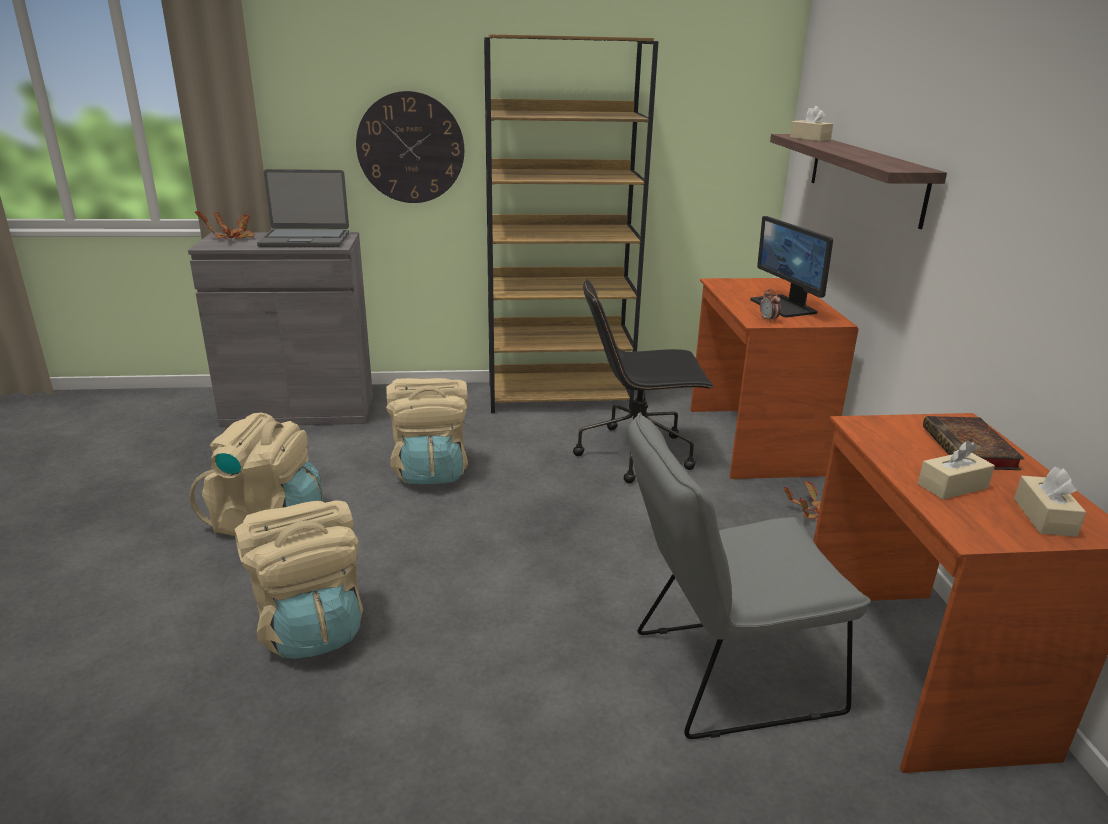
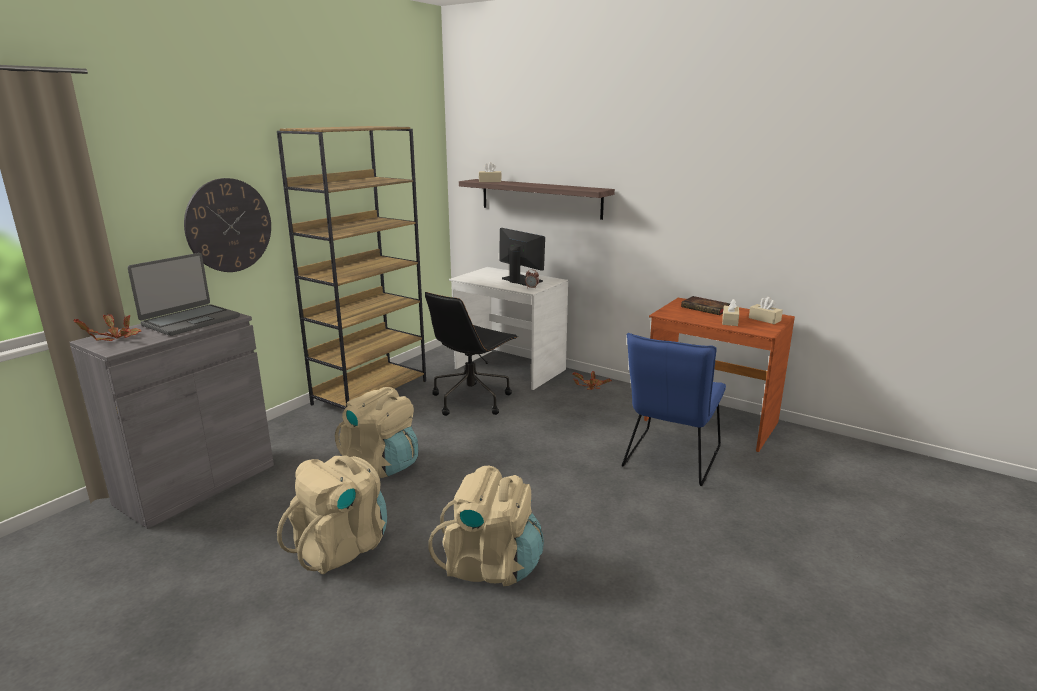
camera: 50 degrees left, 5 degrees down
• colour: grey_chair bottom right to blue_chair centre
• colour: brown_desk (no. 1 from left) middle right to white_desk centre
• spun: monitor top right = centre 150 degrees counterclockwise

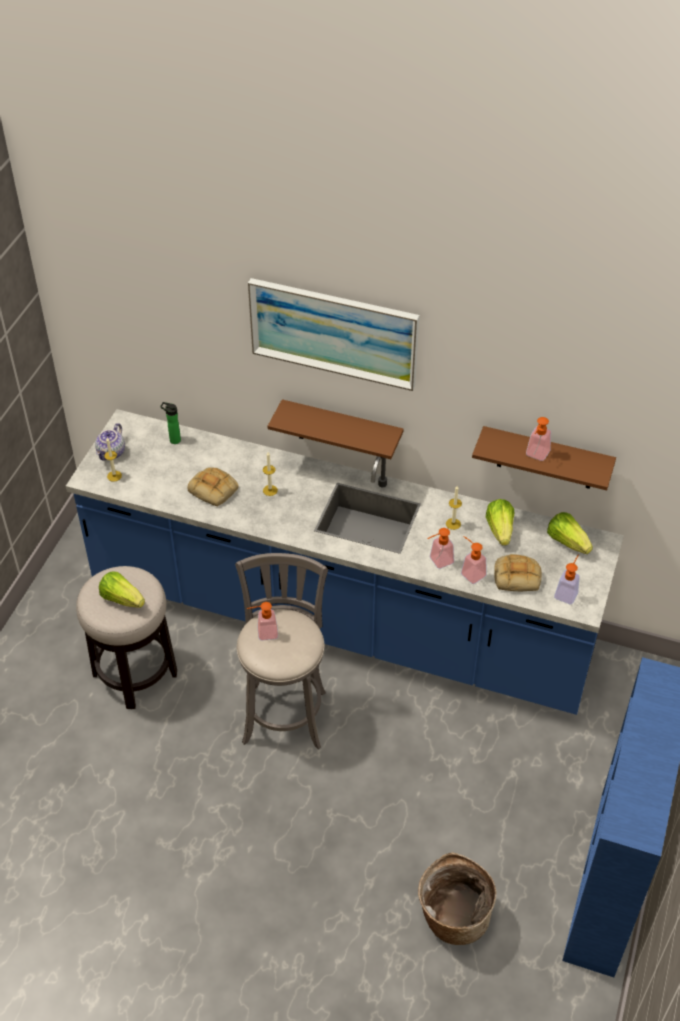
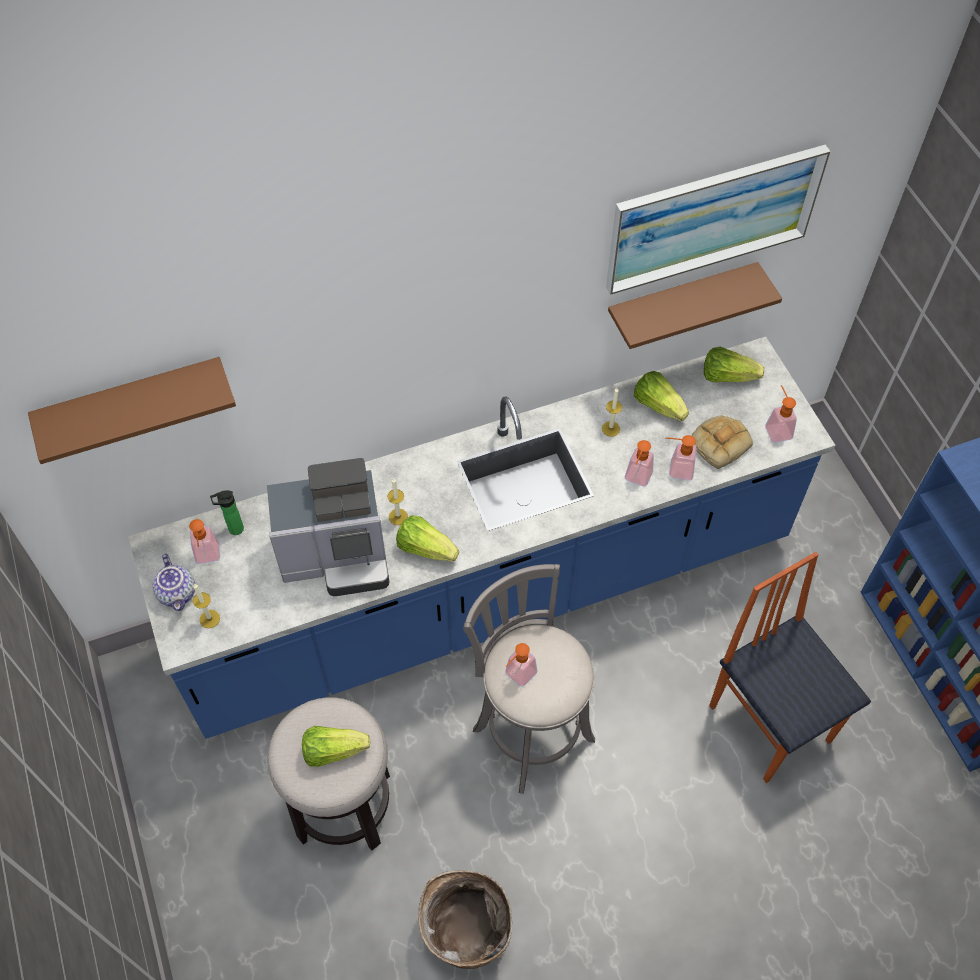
camera: 40 degrees left, 10 degrees up
• appeared: lettuce (no. 2 from left) centre
• appeared: chair bottom right
• relocated: picture top centre to top right
• relocated: brown_shelf (no. 1 from left) centre to middle left
• relocated: basket bottom right to bottom centre
• relocated: soap_dispenser (no. 4 from left in the first image) middle right to soap_dispenser (no. 1 from left) middle left
• exchanged: bread (no. 1 from left) middle left to coffee_machine centre

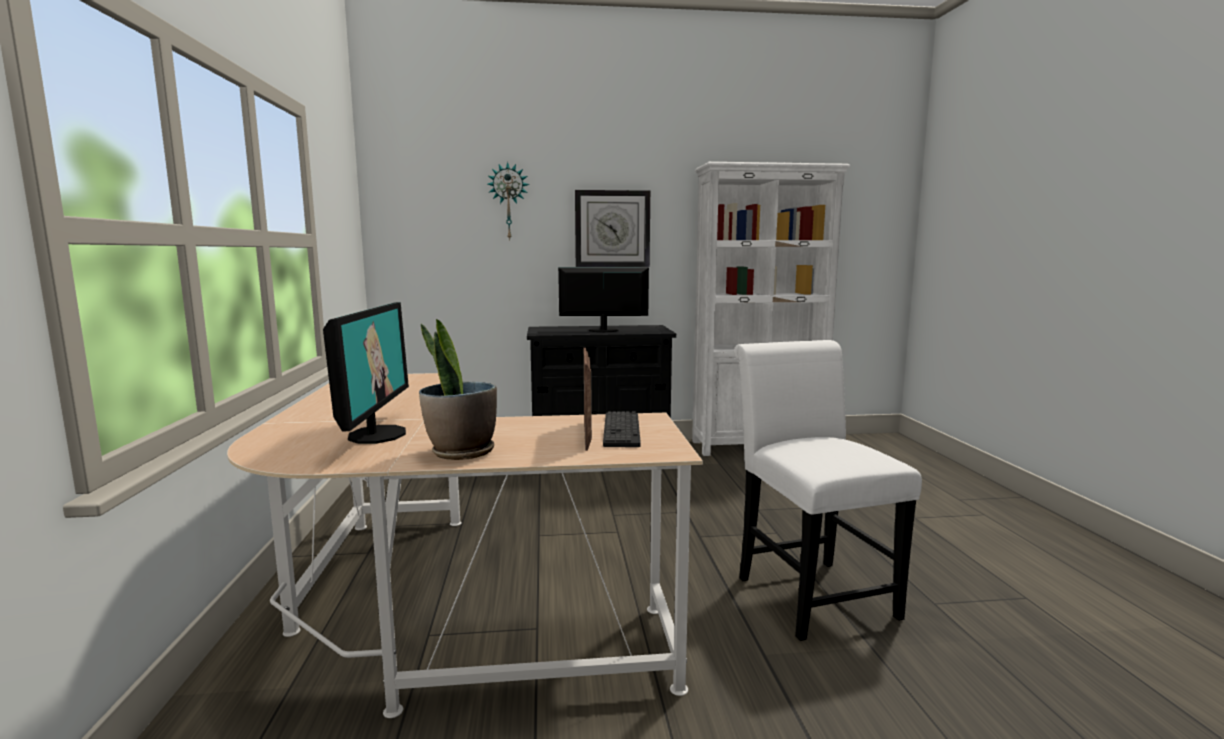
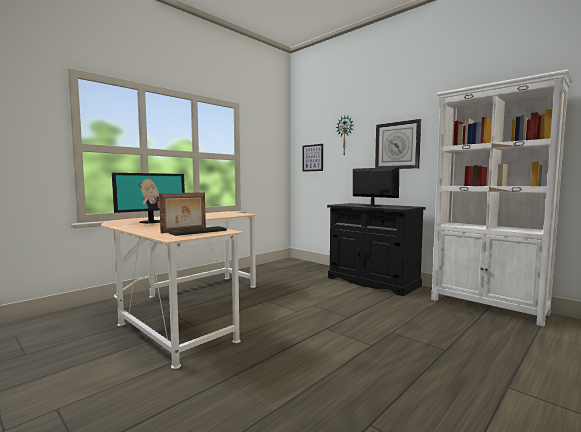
camera: 50 degrees right, 5 degrees down
• missing: potted_plant centre
• missing: white_chair middle right
• appeared: picture centre

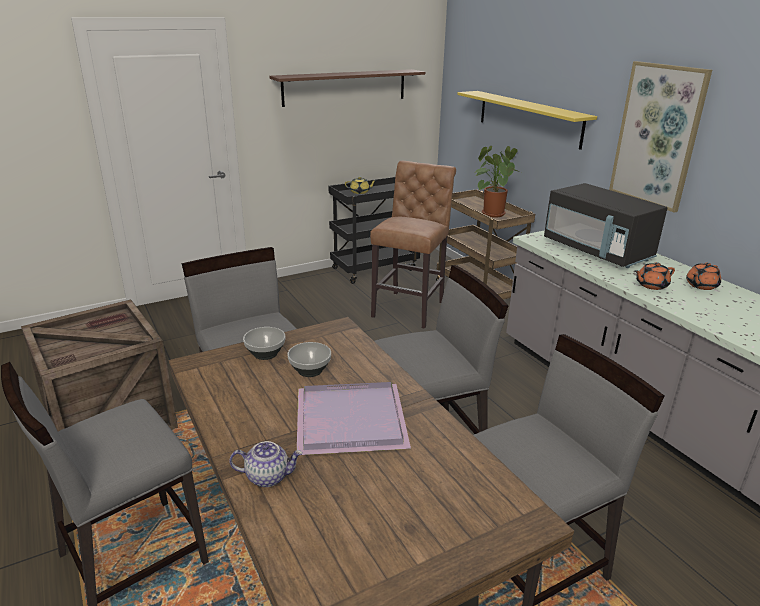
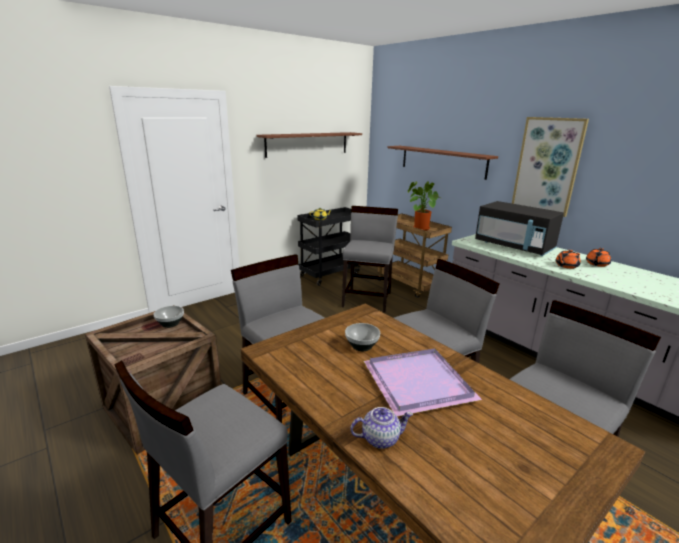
camera: 10 degrees left, 5 degrees down
• relocated: bowl (no. 1 from left) centre to middle left
• exchanged: brown_stool centre to grey_chair (no. 3 from left) centre
• colour: yellow_shelf top right to brown_shelf (no. 2 from left) top centre

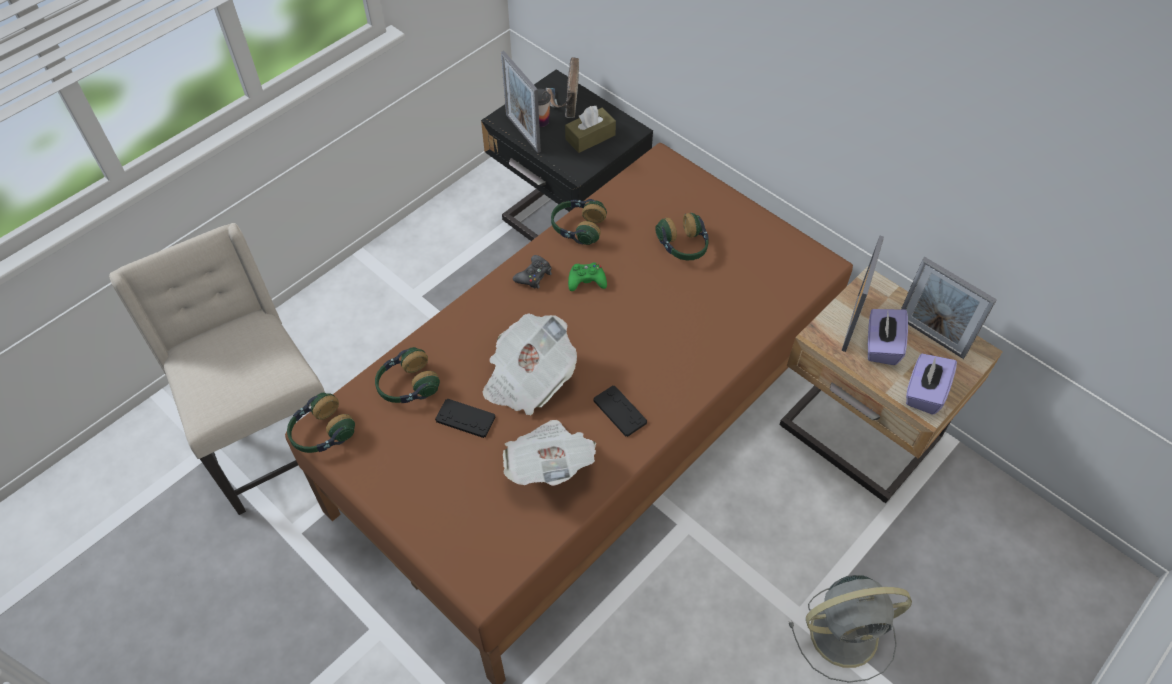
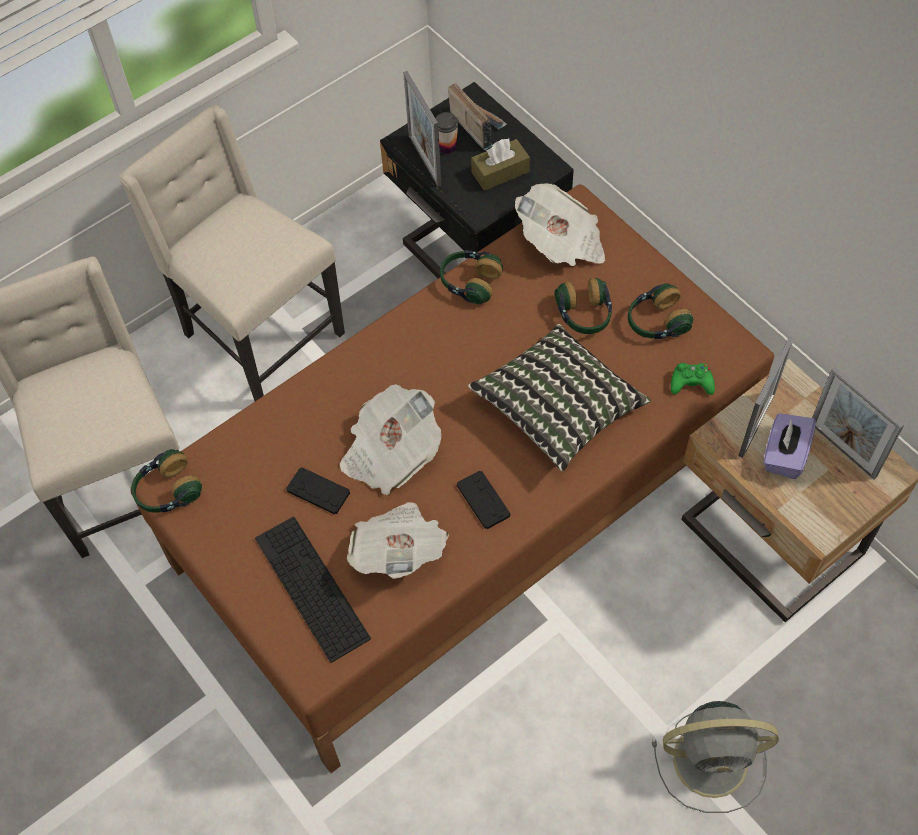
camera: 10 degrees right, 5 degrees up
• missing: black_game_controller (no. 2 from left) centre
• missing: purple_tissue_box (no. 2 from left) middle right
• appeared: beige_chair (no. 2 from left) top left
• appeared: keyboard bottom centre
• appeared: pillow centre
• appeared: newspaper (no. 3 from left) top centre
• relocated: headphones (no. 2 from left in the first image) centre to headphones (no. 4 from left) middle right
• relocated: green_game_controller centre to middle right
• spun: radio top centre = top centre 135 degrees clockwise

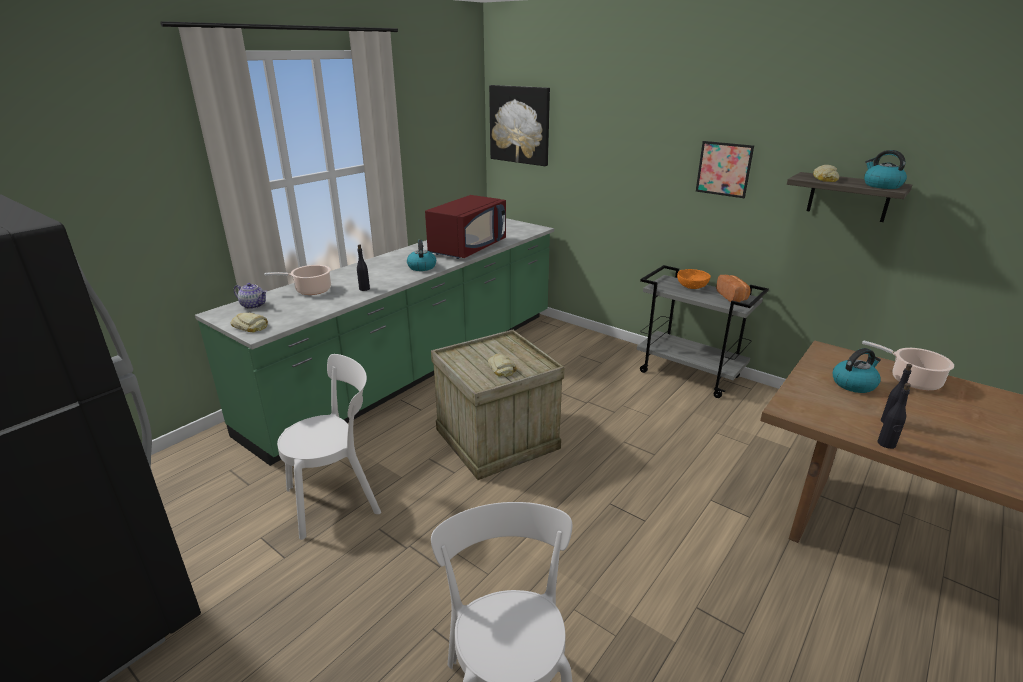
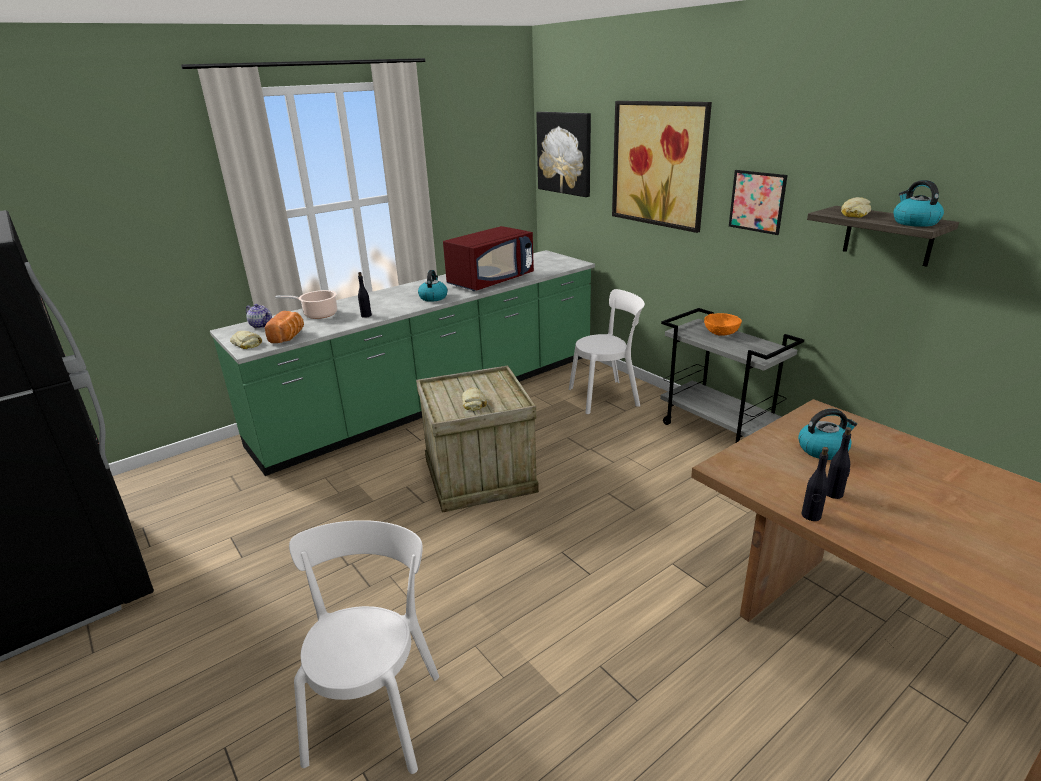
camera: 15 degrees right, 0 degrees up
• missing: cooking_pot (no. 2 from left) middle right
• appeared: picture (no. 2 from left) top centre
• relocated: white_chair (no. 1 from left in the first image) middle left to white_chair (no. 2 from left) centre
• relocated: bread (no. 3 from left in the first image) middle right to bread (no. 2 from left) middle left

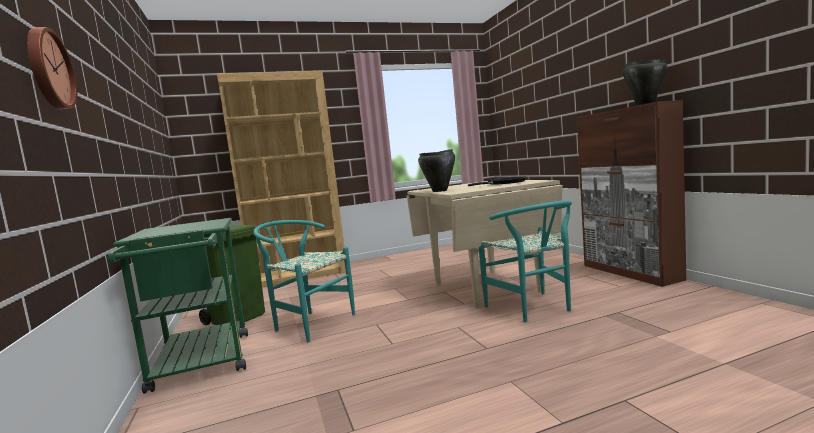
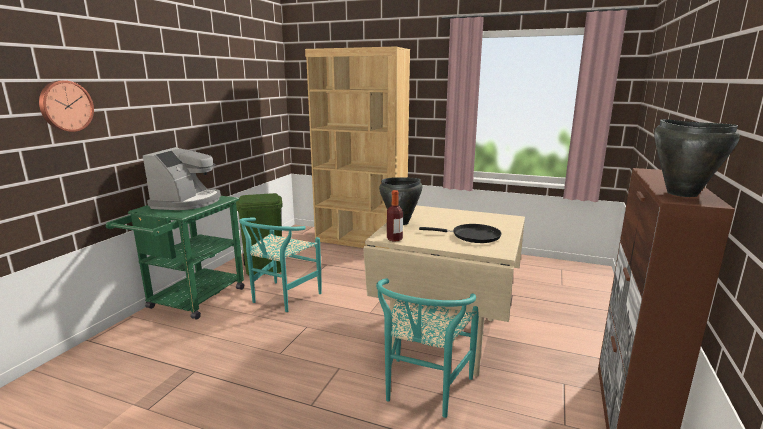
camera: 40 degrees right, 10 degrees up
• appeared: coffee_machine middle left
• appeared: bottle centre
• spun: turquoise_chair (no. 1 from left) centre = centre 135 degrees counterclockwise

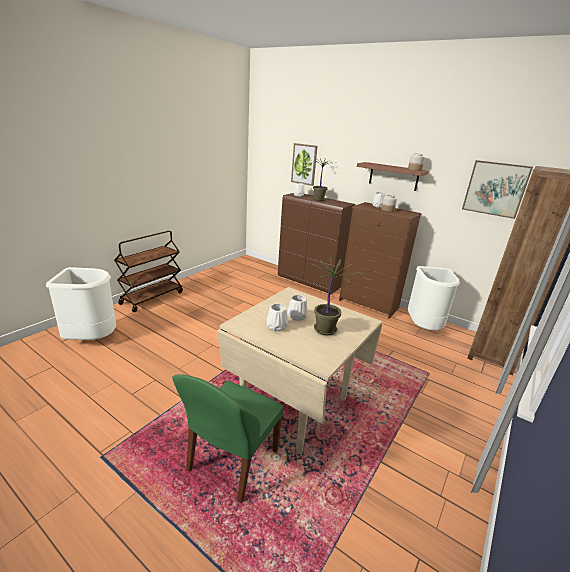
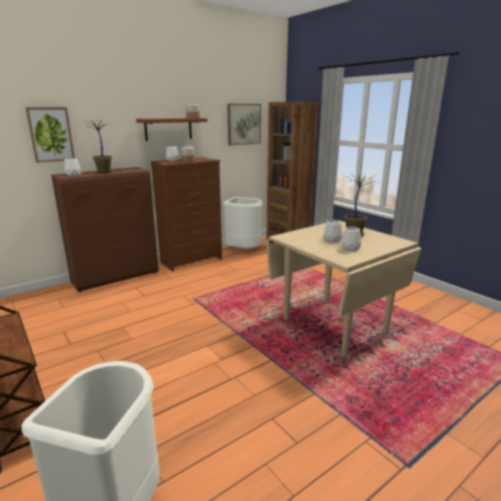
camera: 70 degrees left, 5 degrees down
• missing: green_chair bottom centre

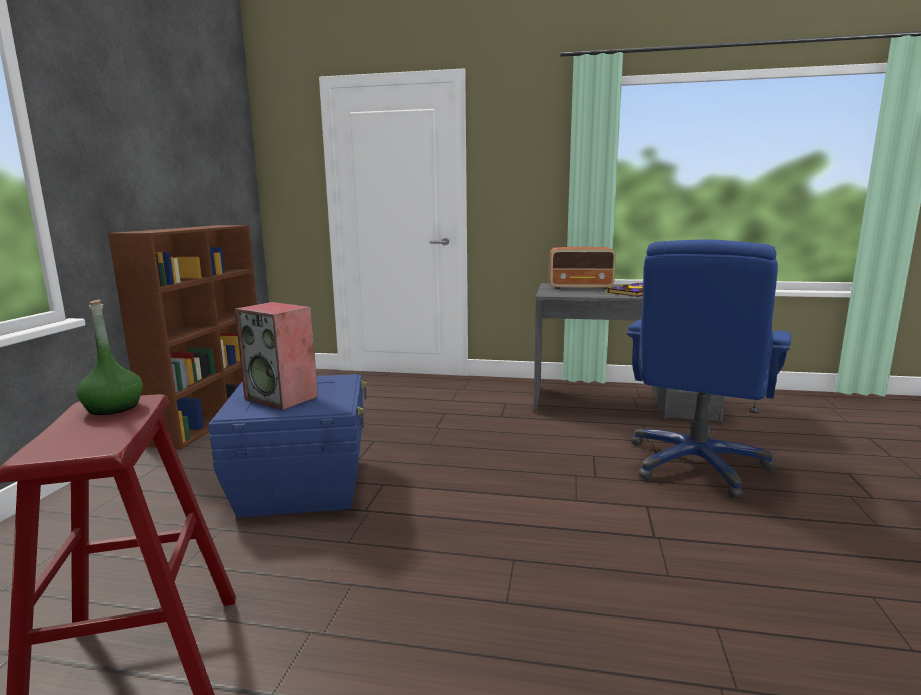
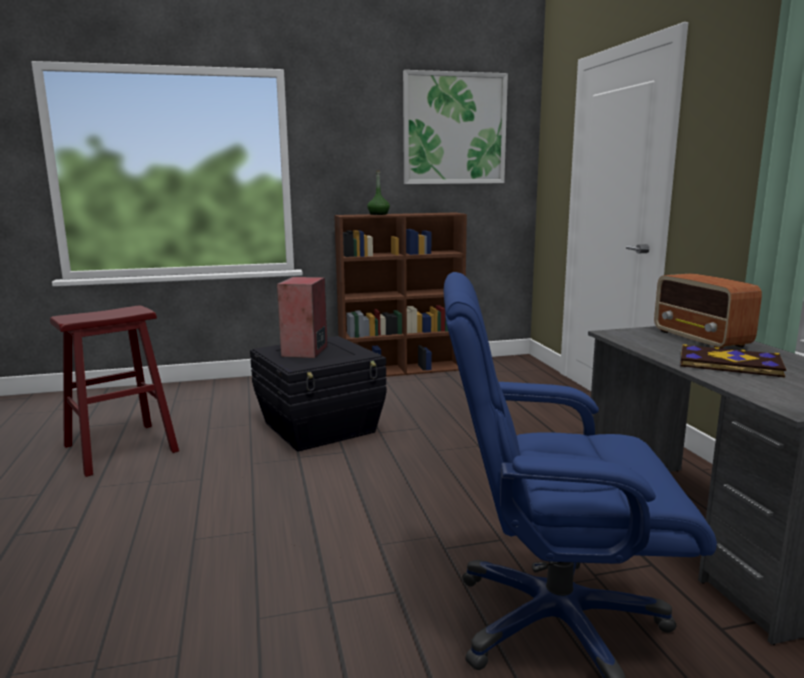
camera: 65 degrees right, 0 degrees up
• appeared: picture top centre
• relocated: green_bottle middle left to top centre
• colour: blue_storage_box middle left to black_storage_box centre

